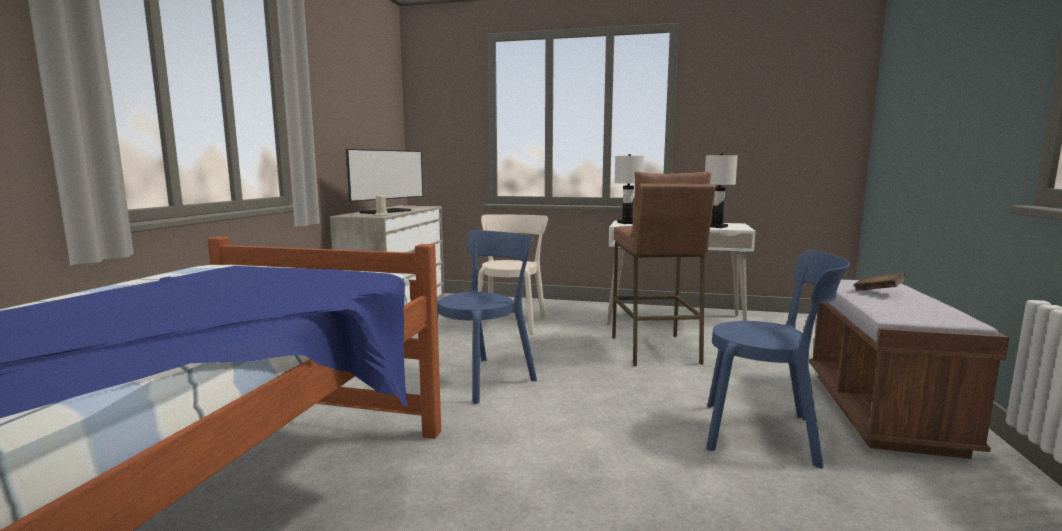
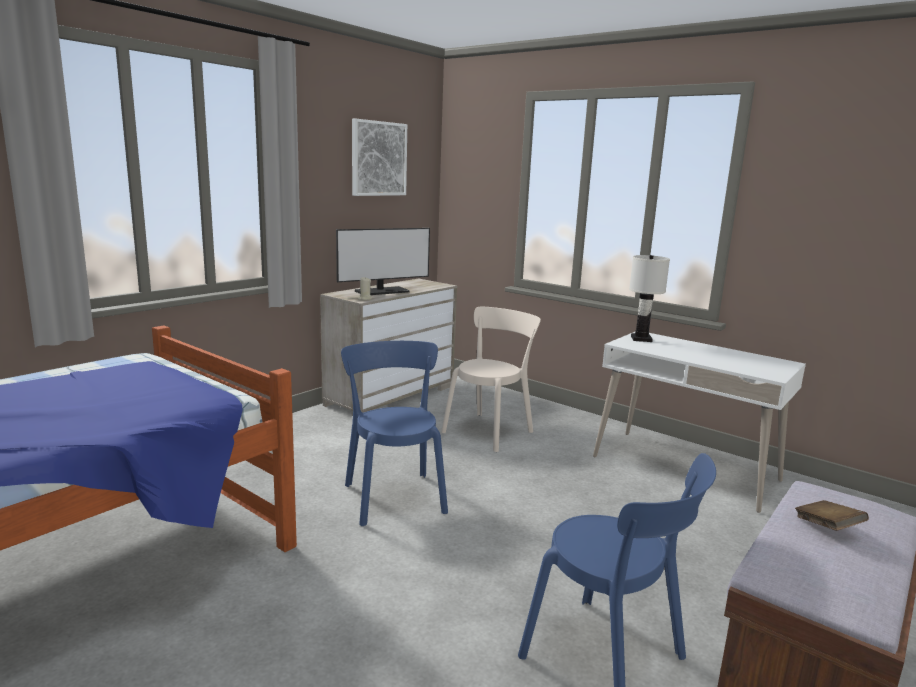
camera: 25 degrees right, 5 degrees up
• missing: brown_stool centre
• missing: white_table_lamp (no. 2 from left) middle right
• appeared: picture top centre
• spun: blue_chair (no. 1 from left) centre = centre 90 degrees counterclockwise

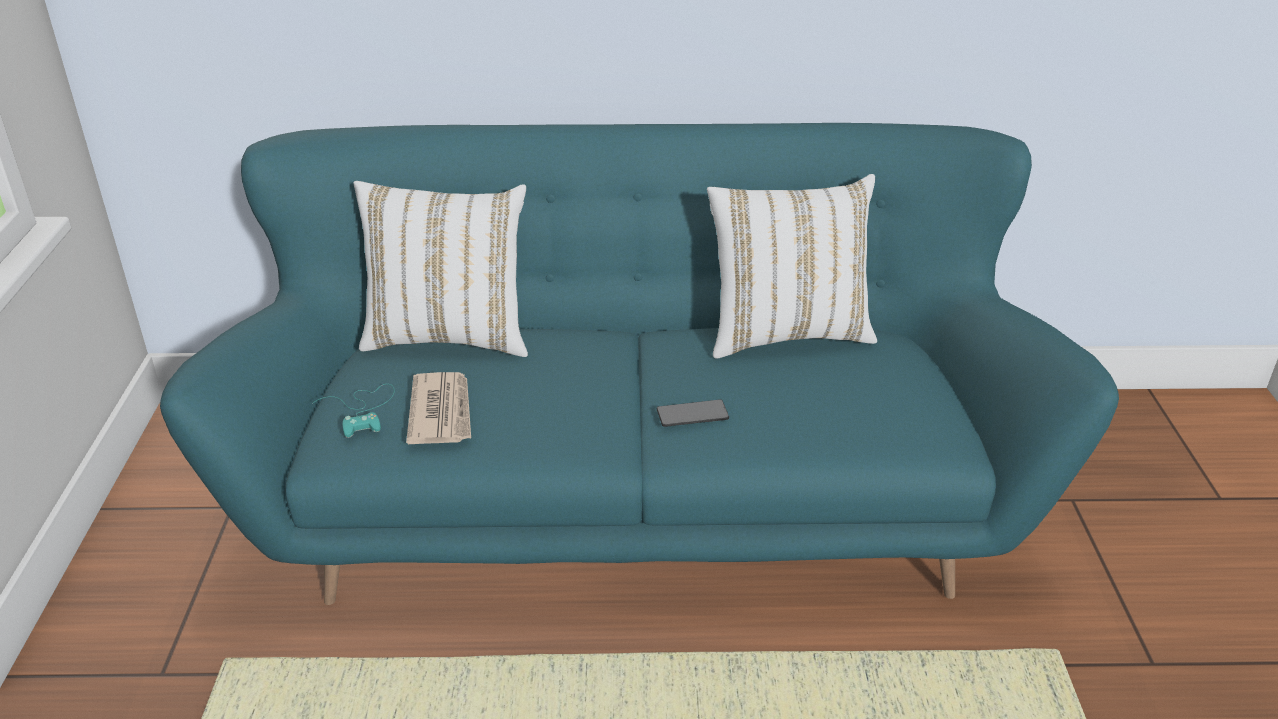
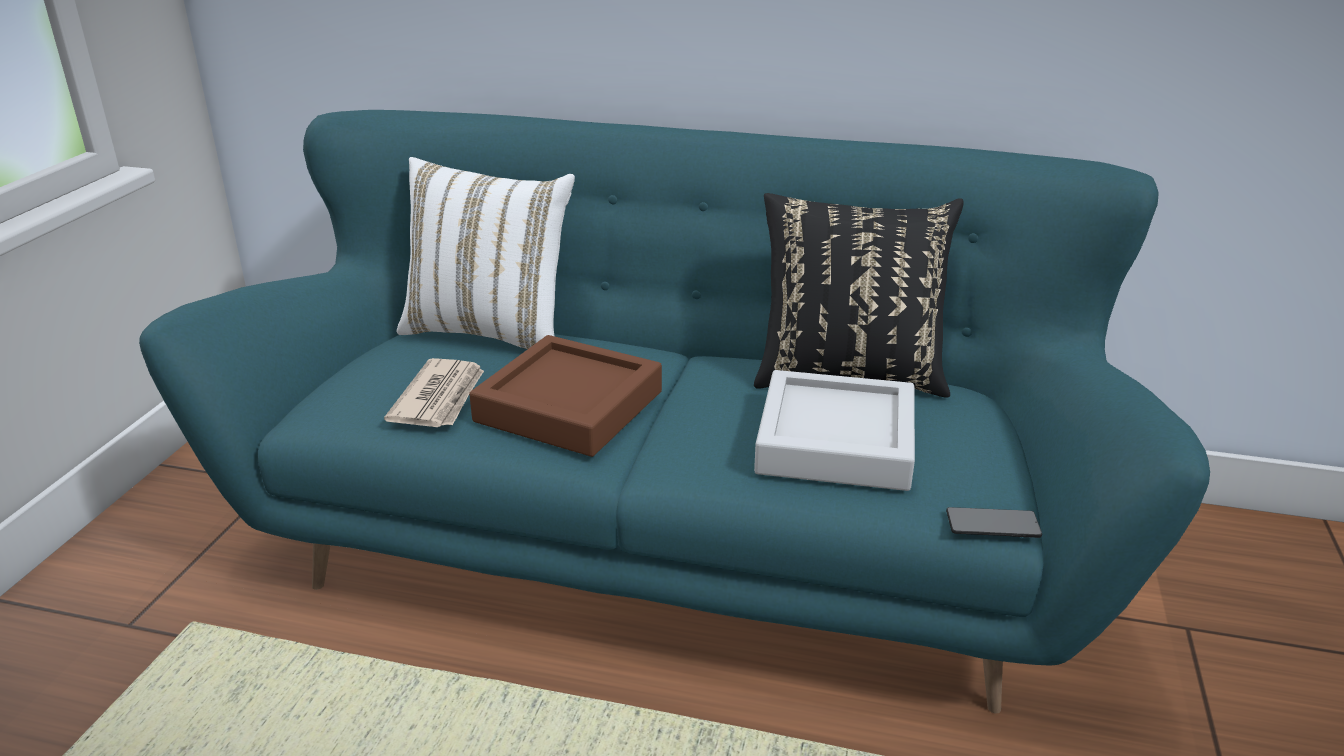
camera: 15 degrees right, 5 degrees down
• missing: turquoise_game_controller middle left
• appeared: brown_tray centre
• appeared: grey_tray centre
• relocated: phone centre to bottom right
• colour: white_pillow (no. 2 from left) centre to black_pillow centre

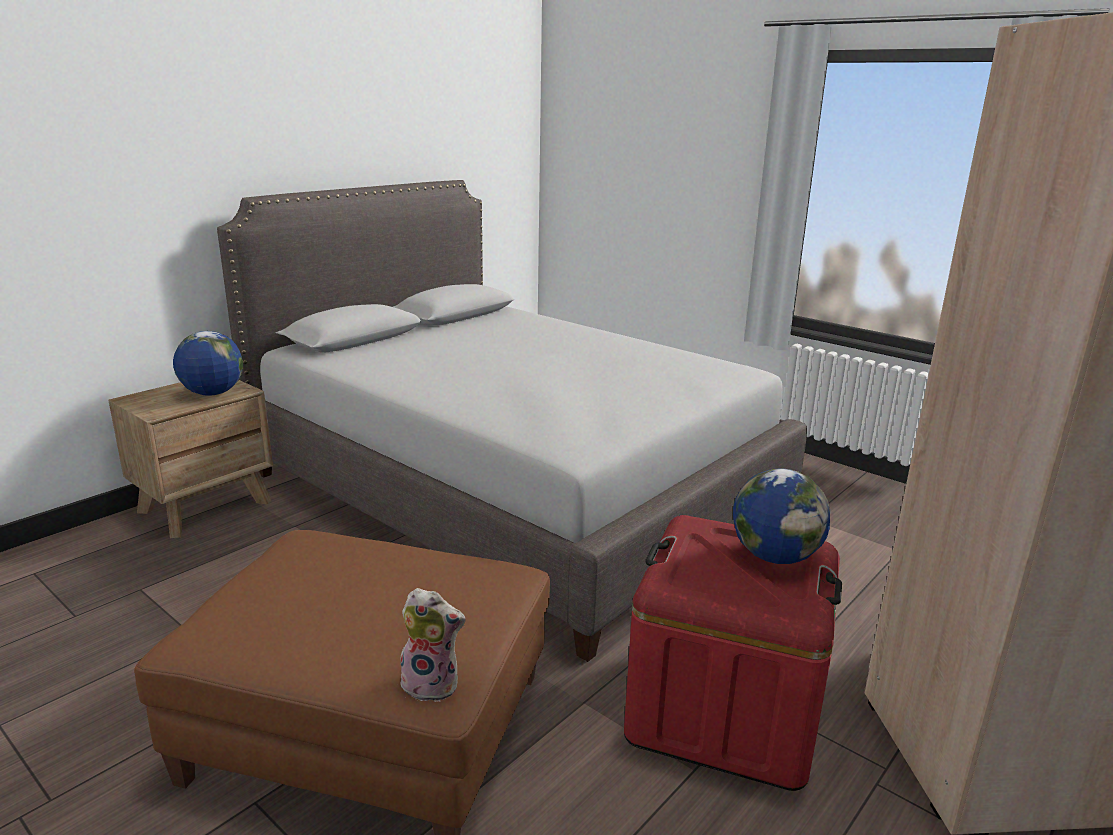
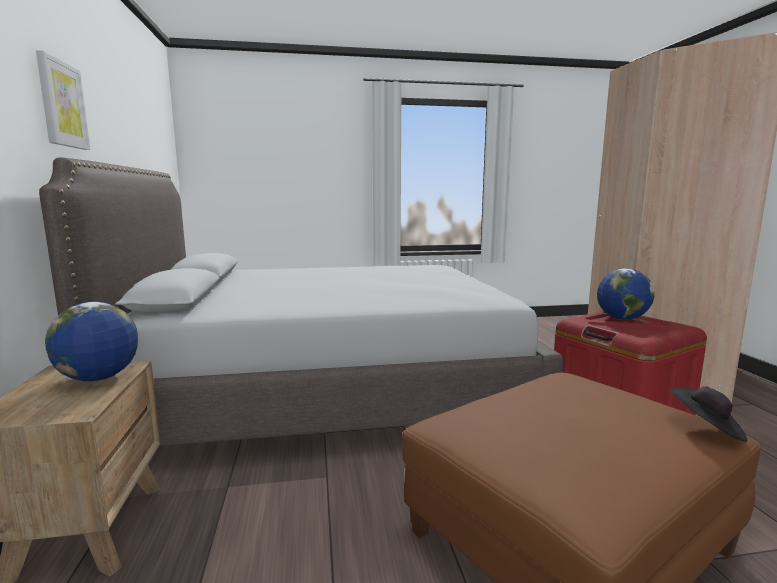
camera: 50 degrees left, 10 degrees down
• appeared: picture top left
• exchanged: plush_toy bottom centre to black_hat bottom right

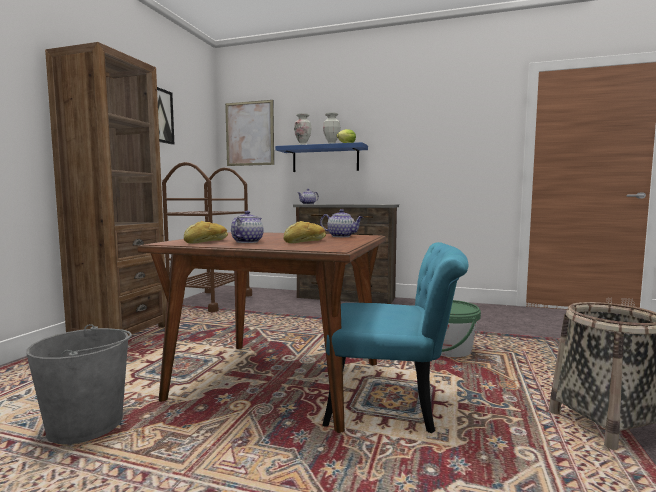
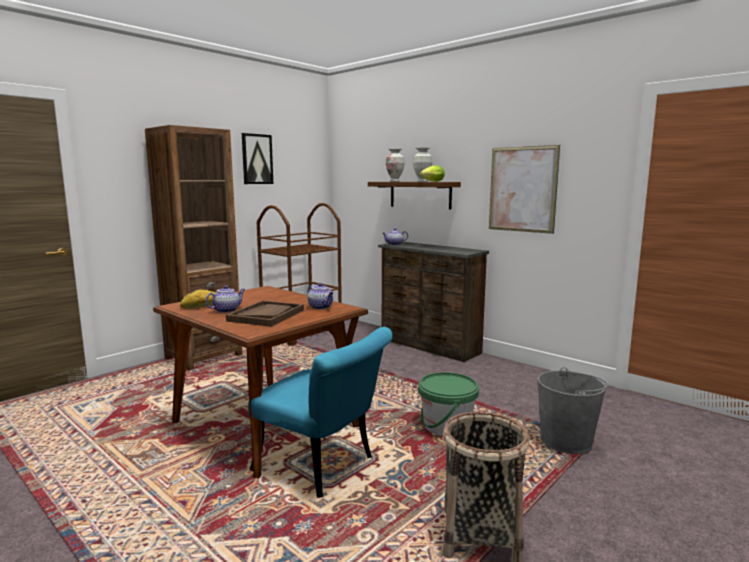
camera: 25 degrees right, 5 degrees up
• relocated: grey_bucket bottom left to bottom right
• relocated: picture (no. 2 from left) top centre to middle right
• exchanged: bread (no. 2 from left) centre to brown_tray centre
• colour: blue_shelf top centre to brown_shelf centre

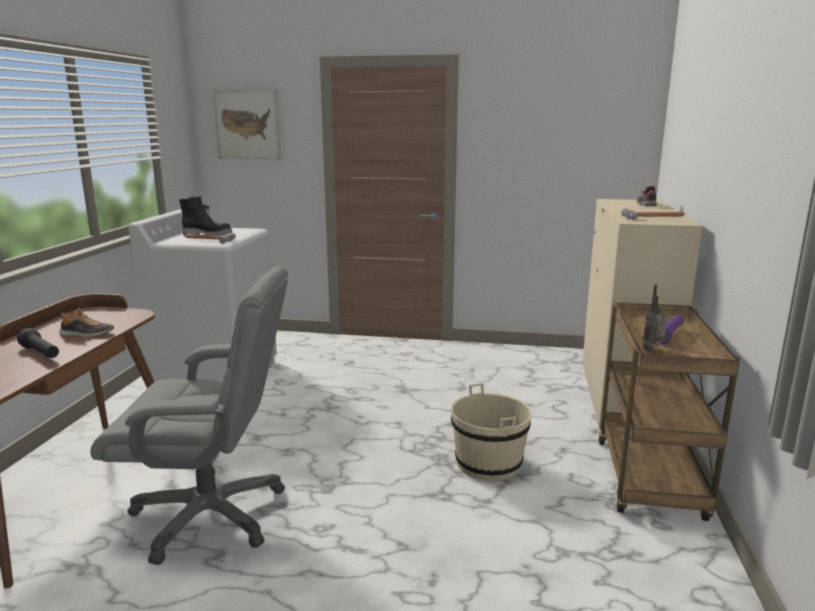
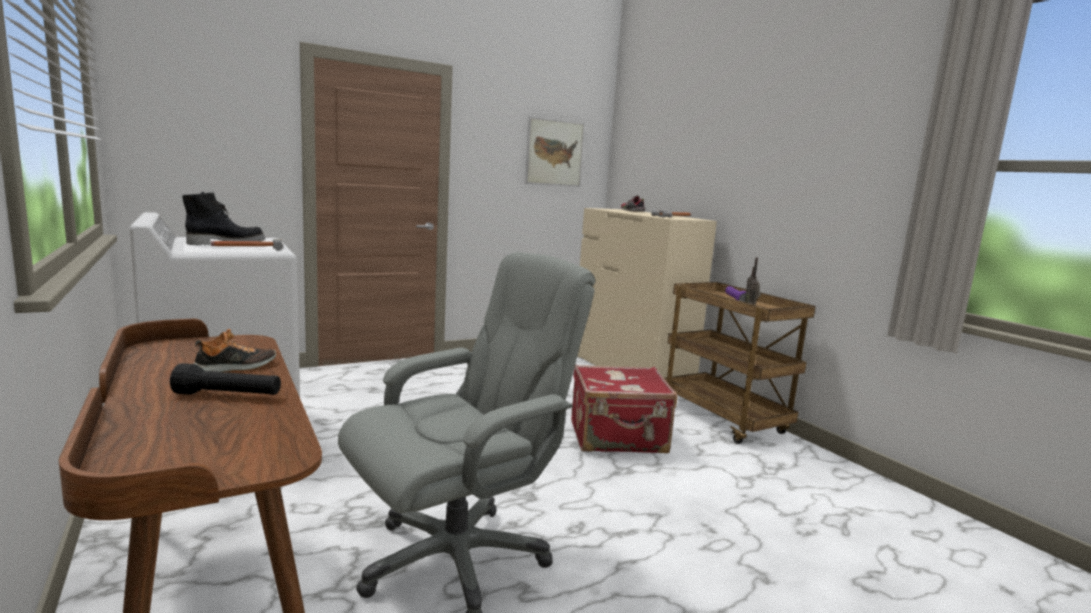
camera: 40 degrees left, 5 degrees down
• relocated: picture top left to top centre
• exchanged: beige_bucket bottom centre to red_suitcase centre

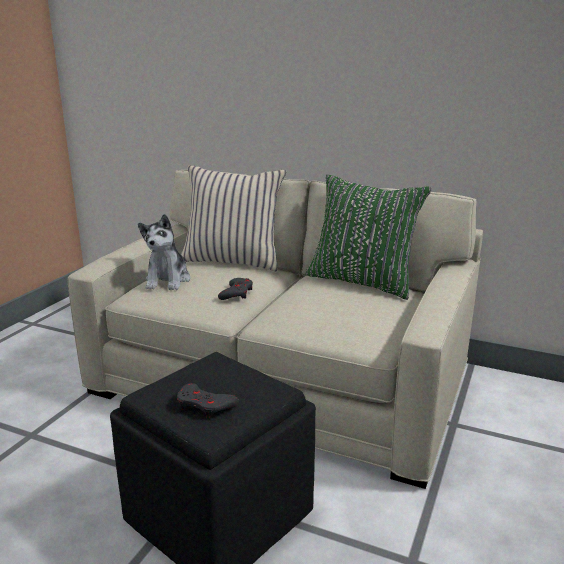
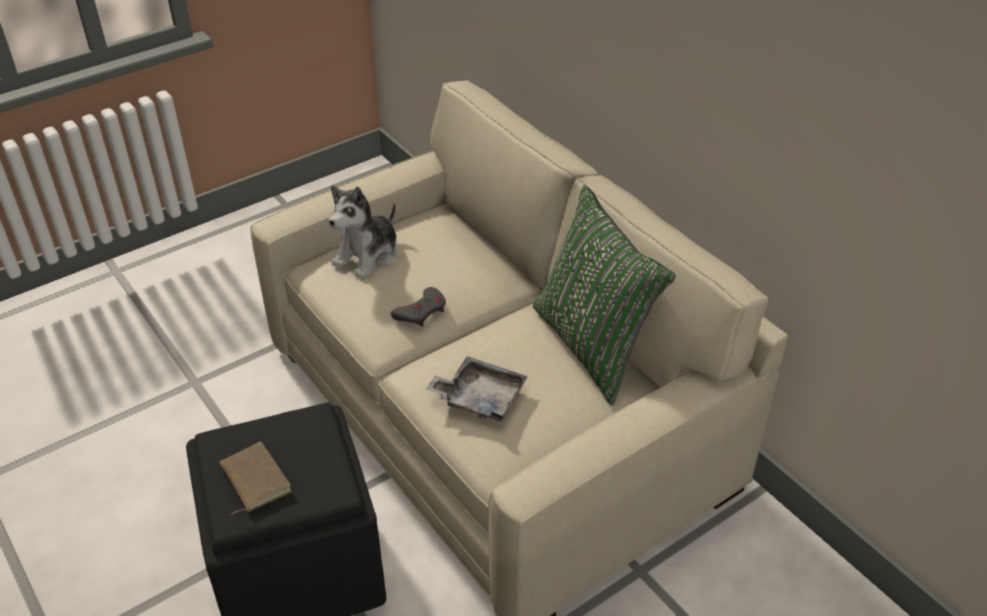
camera: 30 degrees right, 20 degrees up
• missing: beige_pillow centre
• appeared: grey_tray centre
• exchanged: grey_game_controller (no. 1 from left) bottom centre to brown_book bottom left

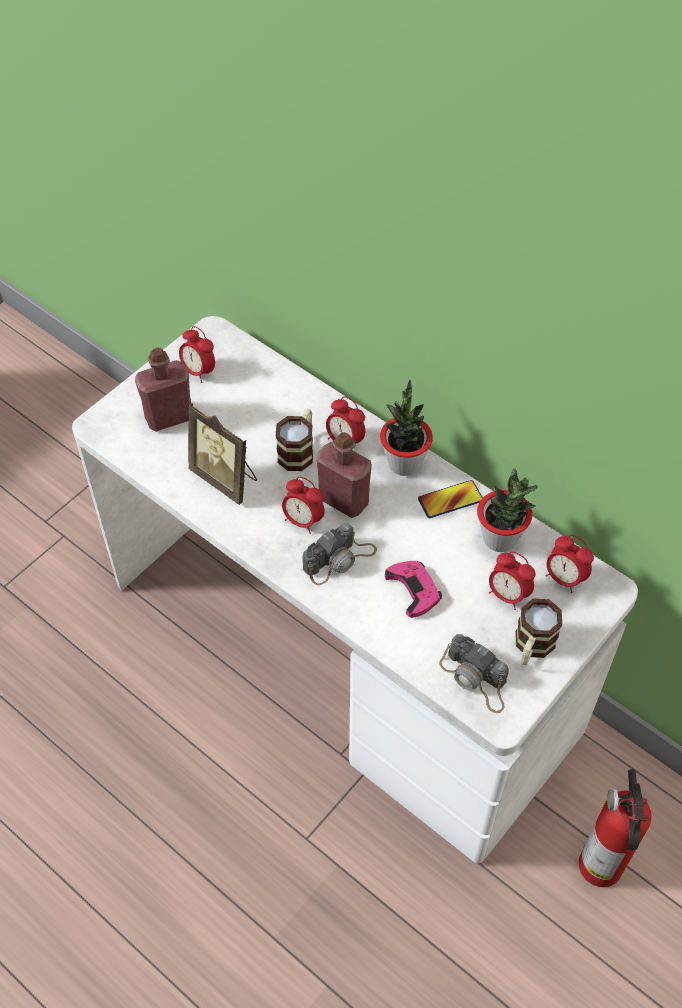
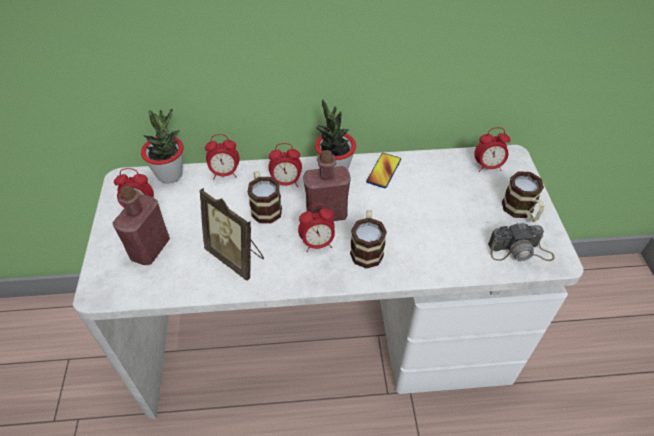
camera: 45 degrees left, 5 degrees down
• missing: pink_game_controller centre
• missing: fire_extinguisher bottom right
• relocated: potted_plant (no. 2 from left in the first image) middle right to potted_plant (no. 1 from left) middle left
• relocated: alarm_clock (no. 4 from left in the first image) middle right to alarm_clock (no. 2 from left) centre
• exchanged: photo_camera (no. 1 from left) centre to mug (no. 2 from left) centre
• spun: picture_frame middle left = centre 45 degrees clockwise

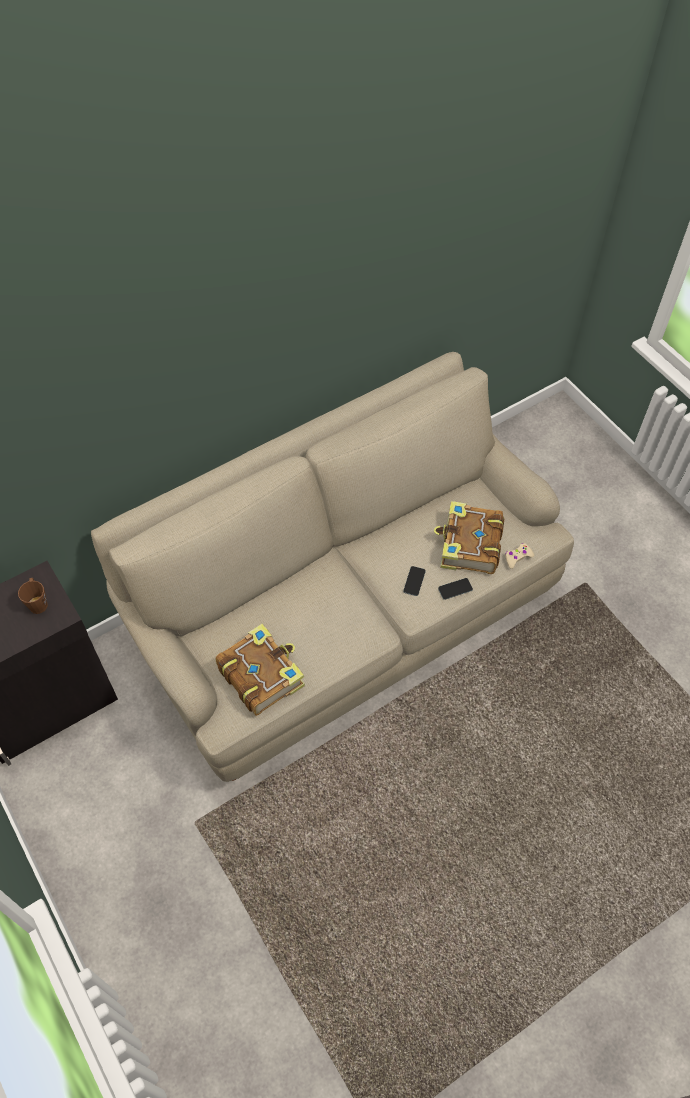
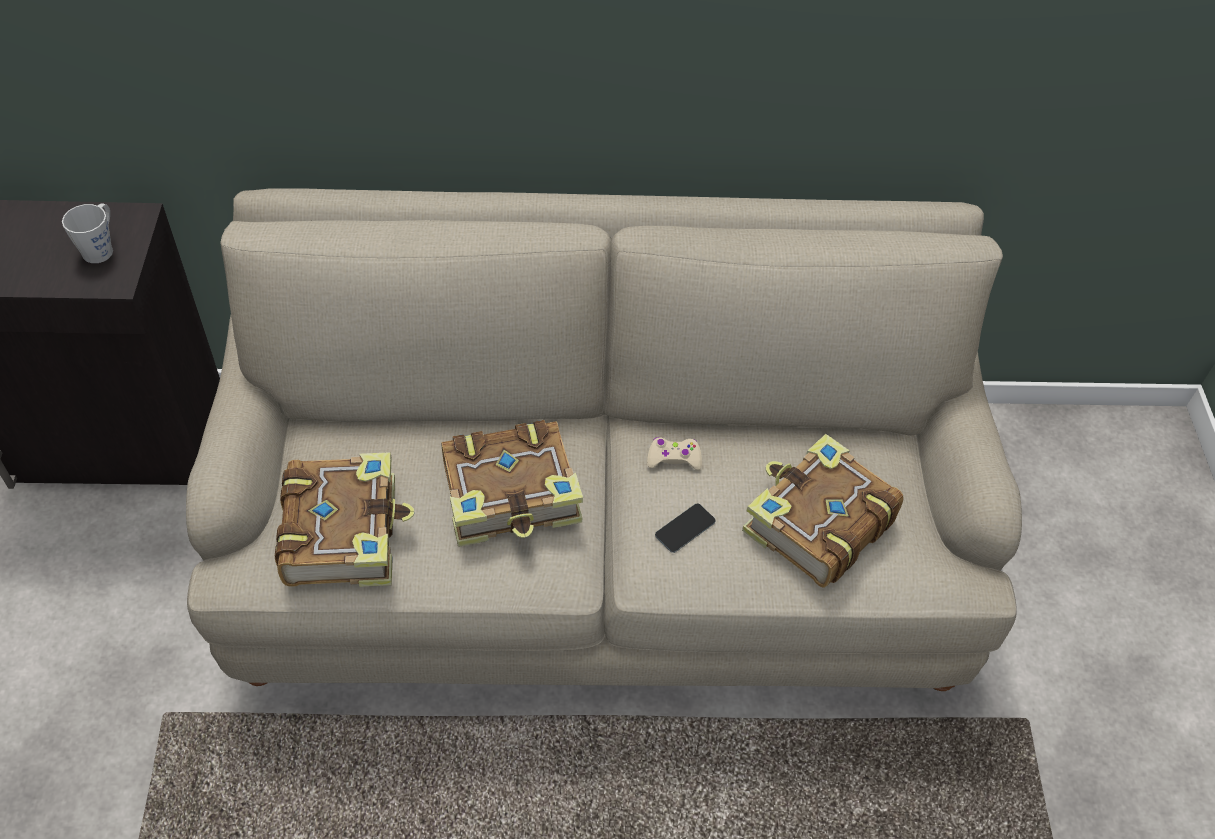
camera: 30 degrees right, 5 degrees down
• missing: phone (no. 2 from left) centre
• appeared: book (no. 2 from left) centre
• relocated: beige_game_controller middle right to centre
• colour: brown_mug middle left to grey_mug top left

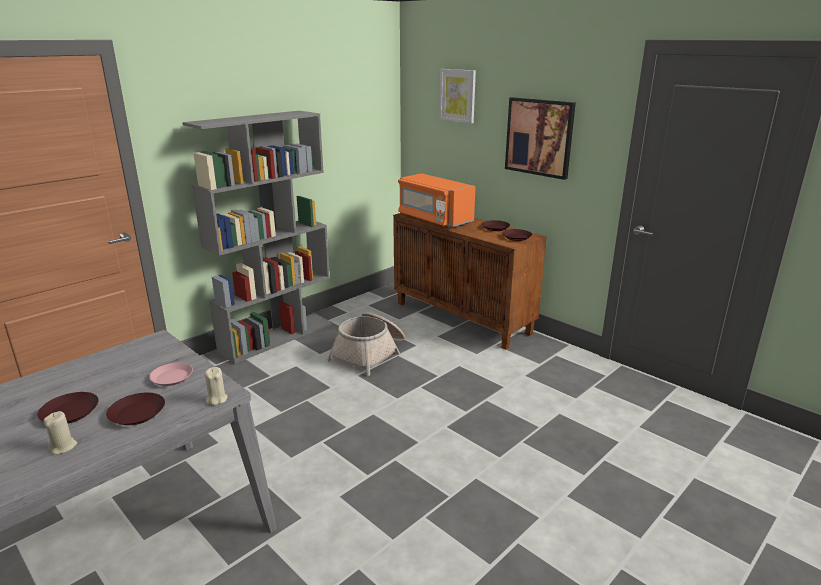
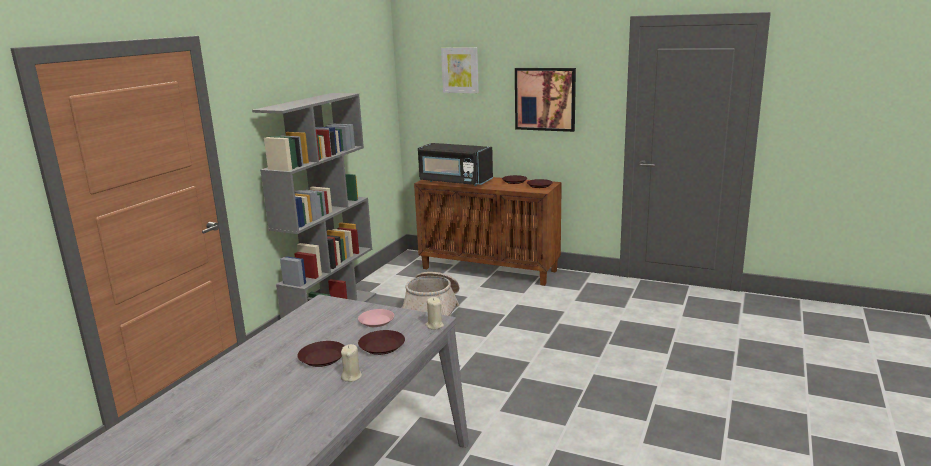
camera: 20 degrees left, 5 degrees down
• colour: orange_microwave centre to black_microwave centre

